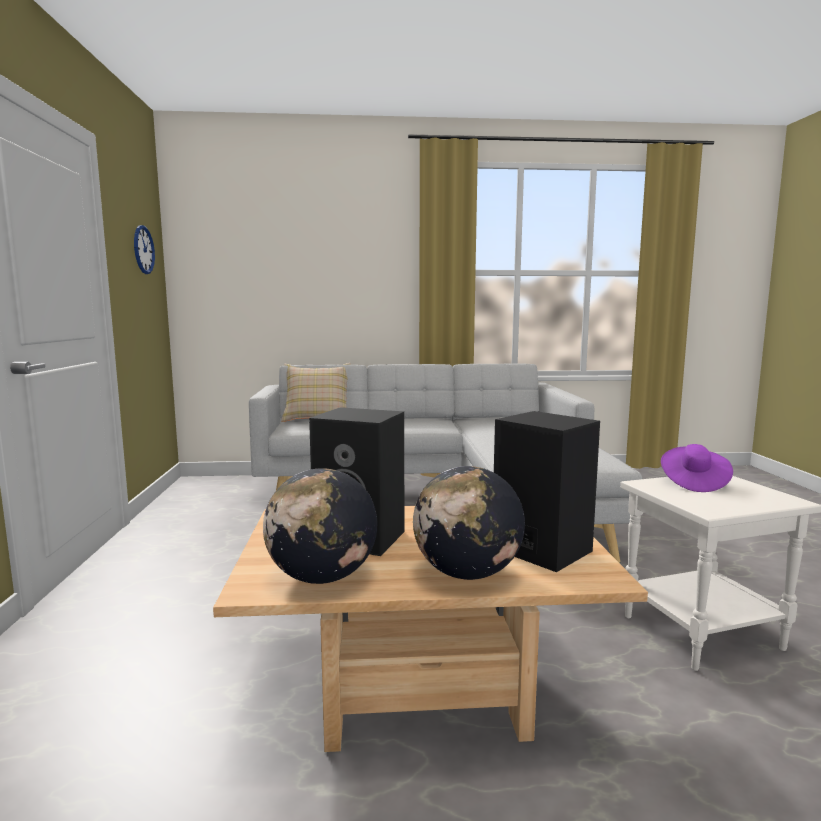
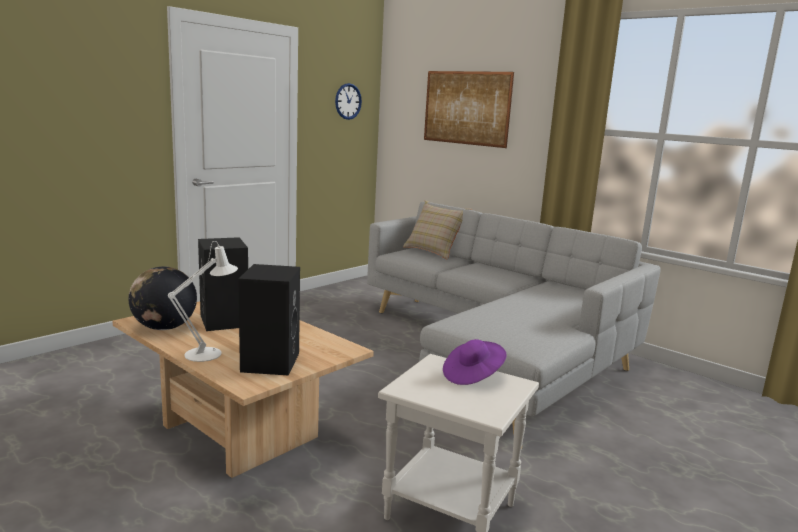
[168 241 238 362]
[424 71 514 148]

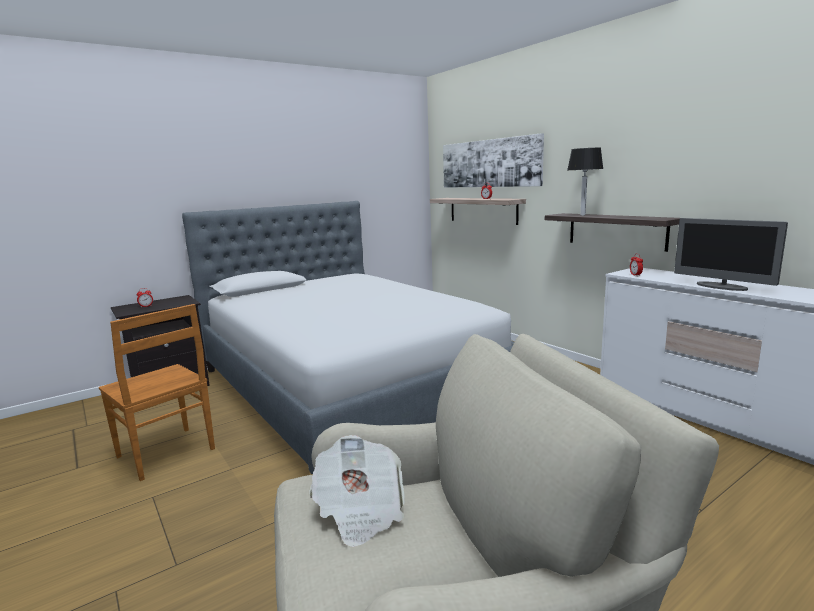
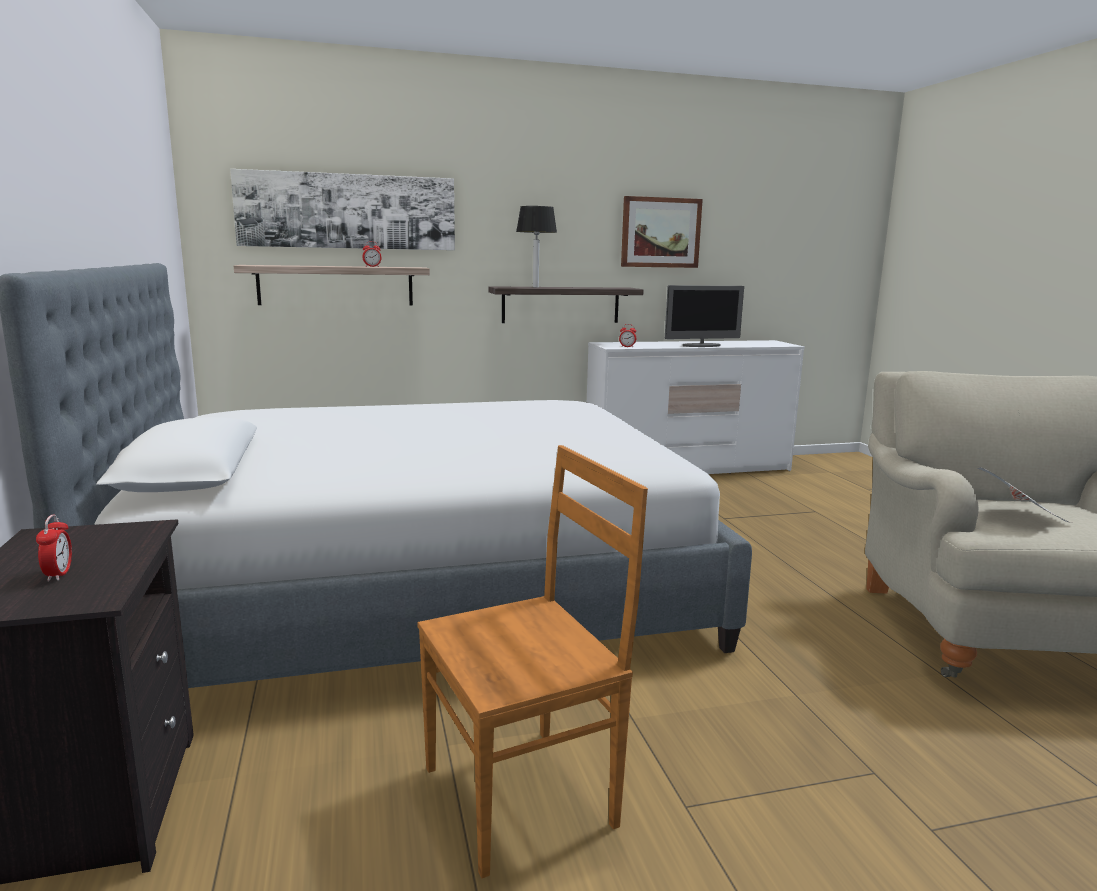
[621 196 703 268]

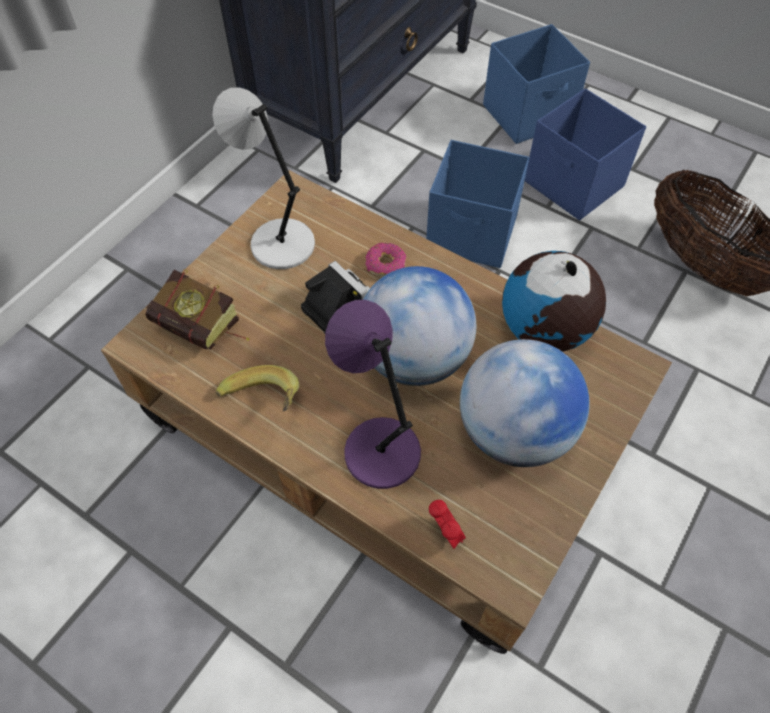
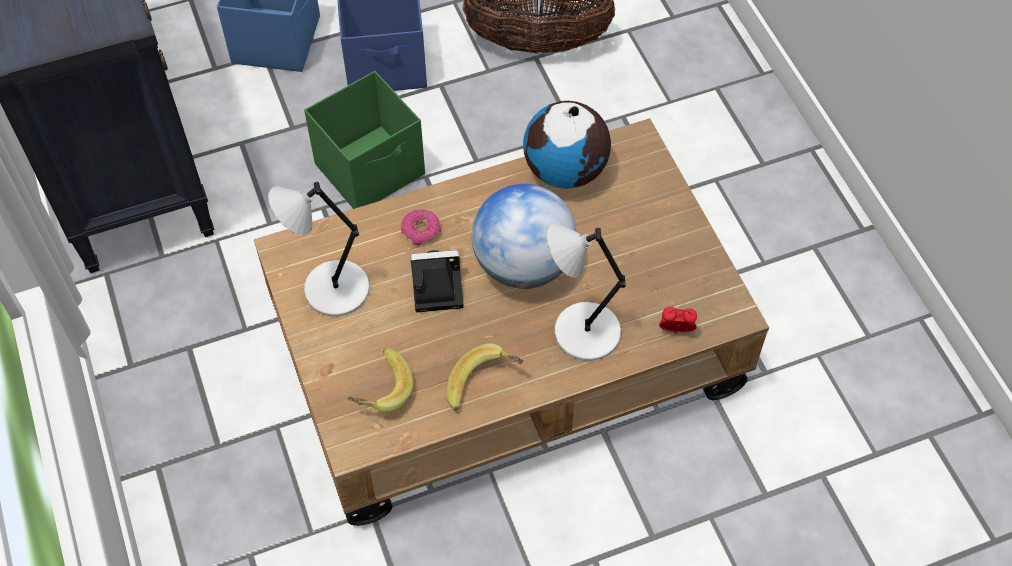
[348 348 413 413]
[547 223 626 361]
[304 71 425 209]
[460 339 590 467] (first image)

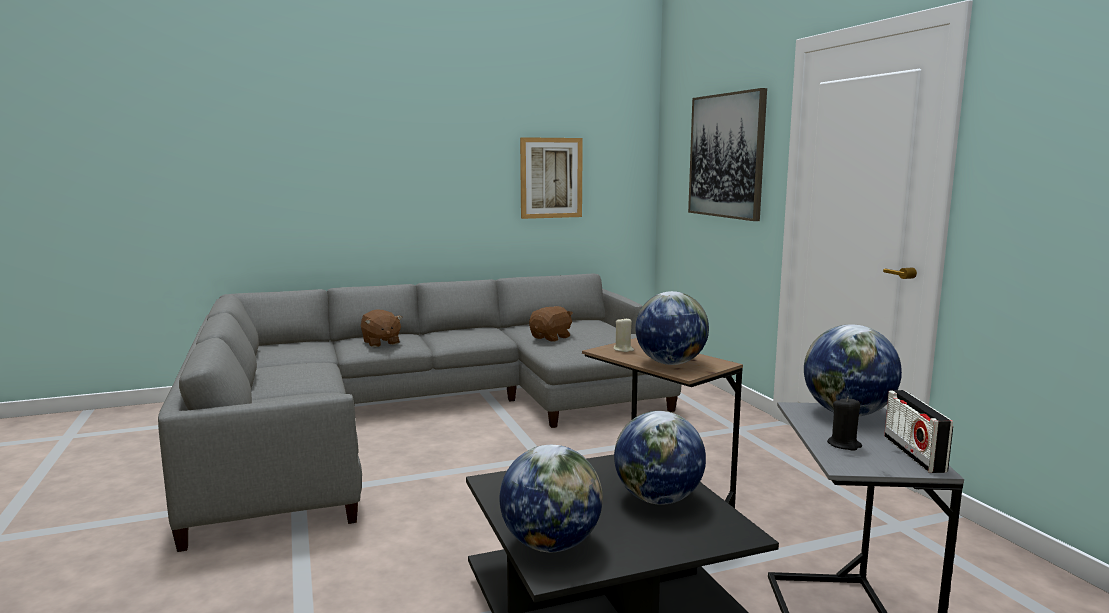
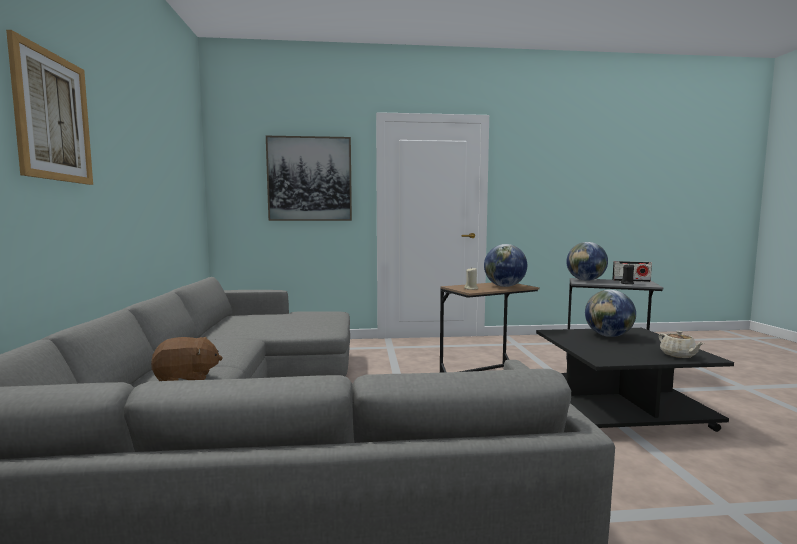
[659 331 704 358]
[6 30 93 185]
[529 306 573 342] (first image)

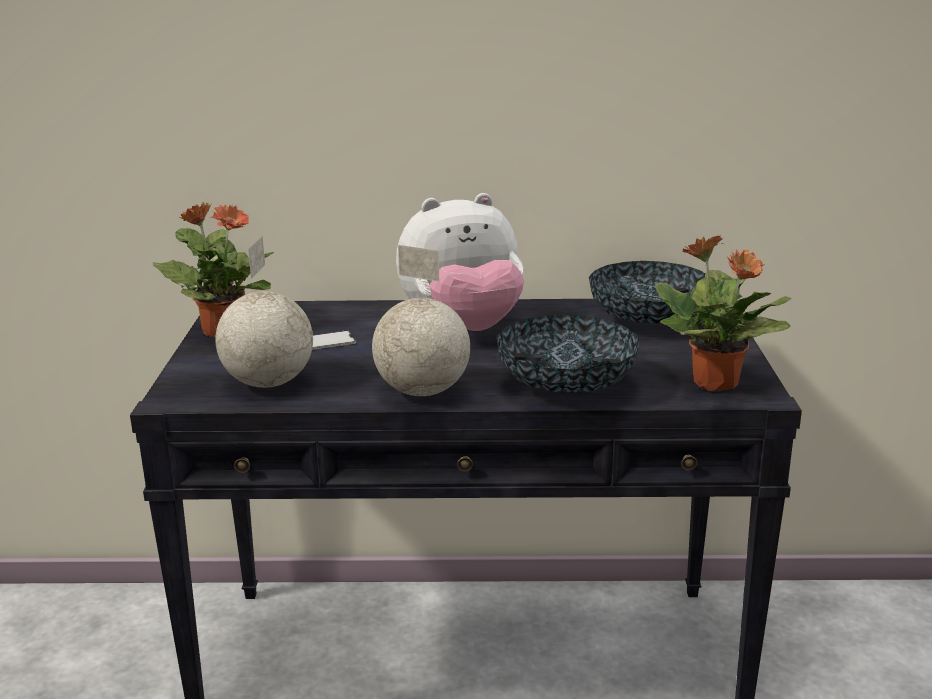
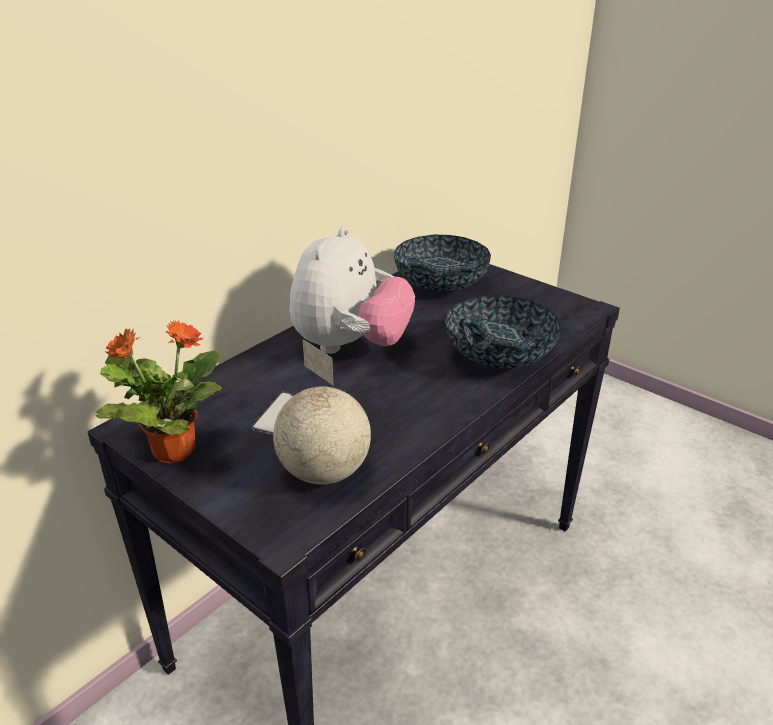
[372 245 470 396] (first image)
[655 236 792 392] (first image)

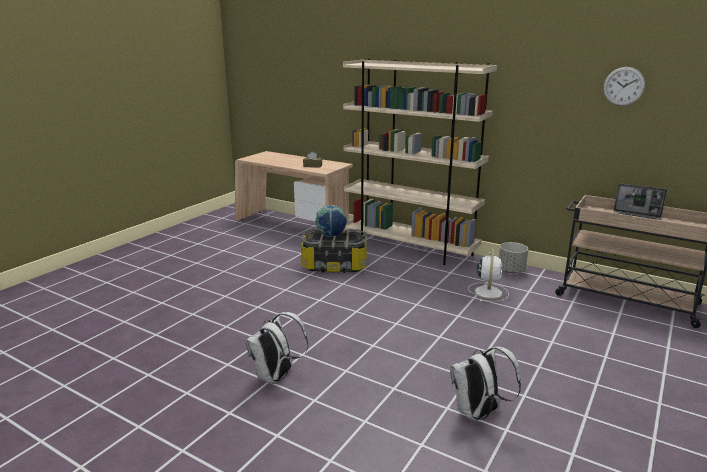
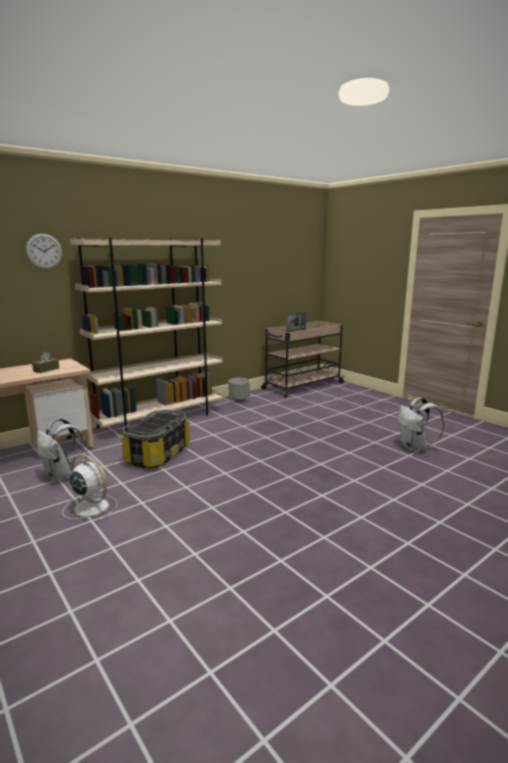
[36 419 87 482]
[315 205 347 237] (first image)
[62 454 117 520]
[26 234 62 269]

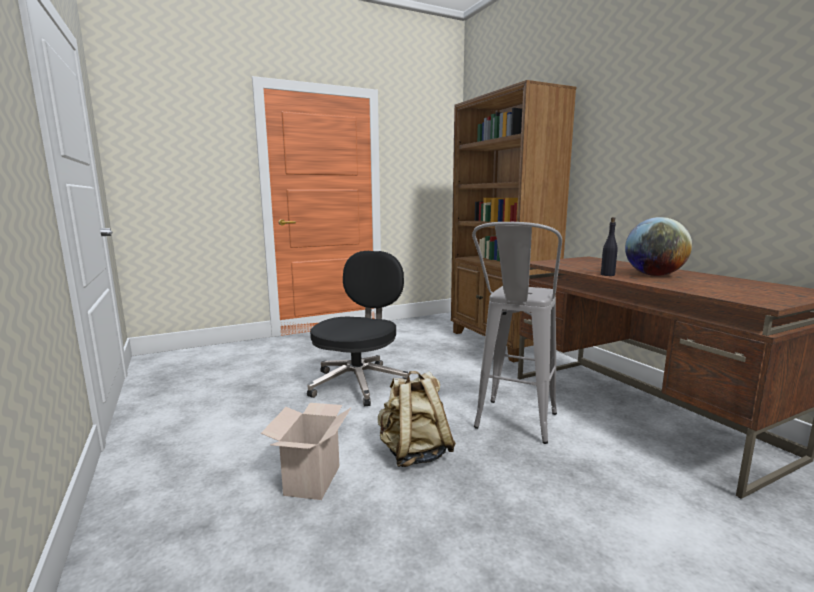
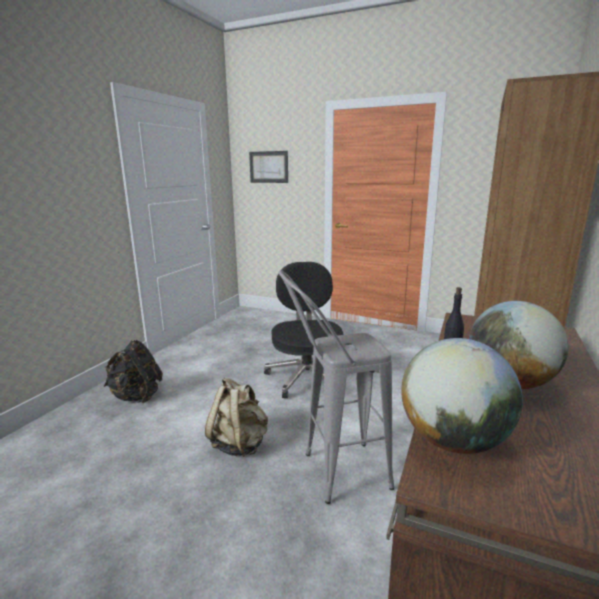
[261 403 351 500] (first image)
[264 262 343 398]
[104 339 163 404]
[249 151 288 183]
[401 338 523 454]

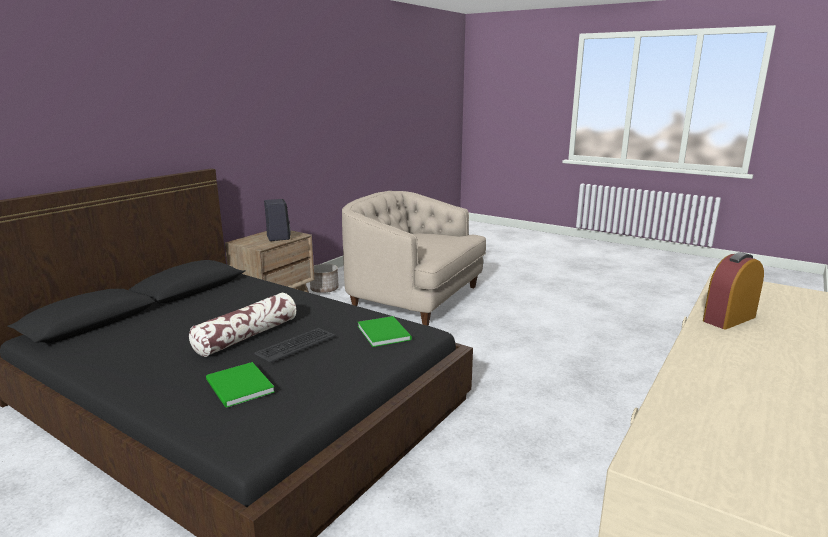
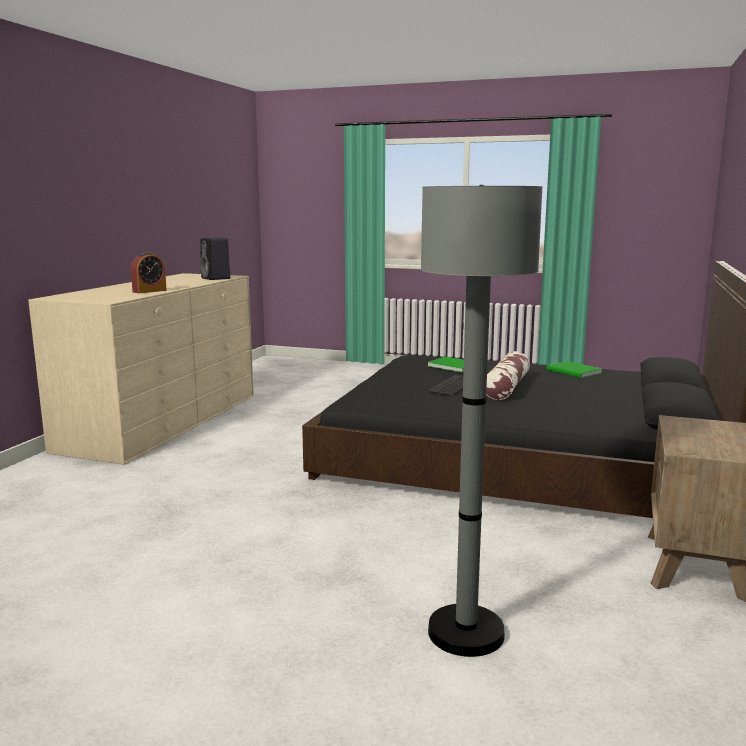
[200 237 230 280]
[310 264 339 293] (first image)
[421 185 543 657]
[546 361 602 378]

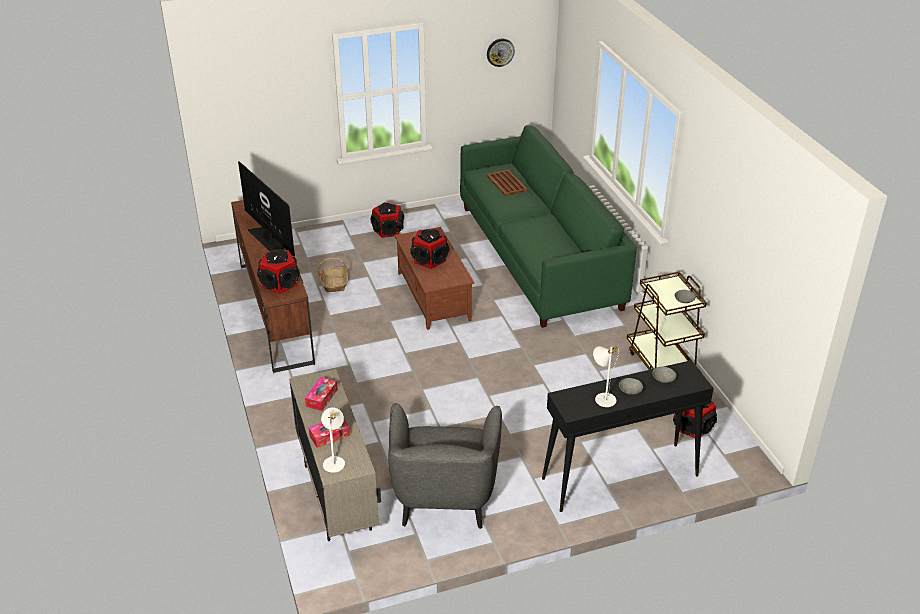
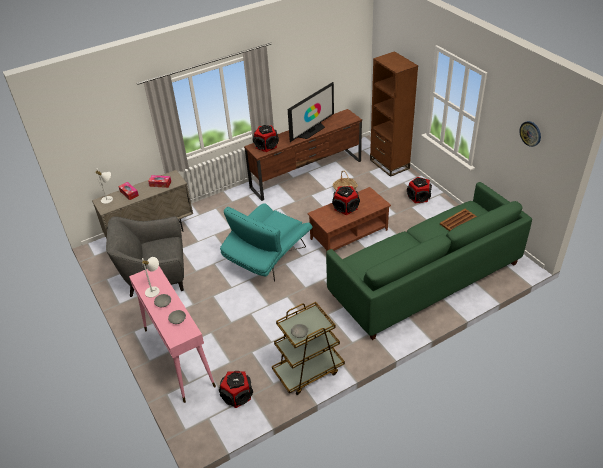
[129 266 216 403]
[220 204 313 282]
[370 51 418 177]

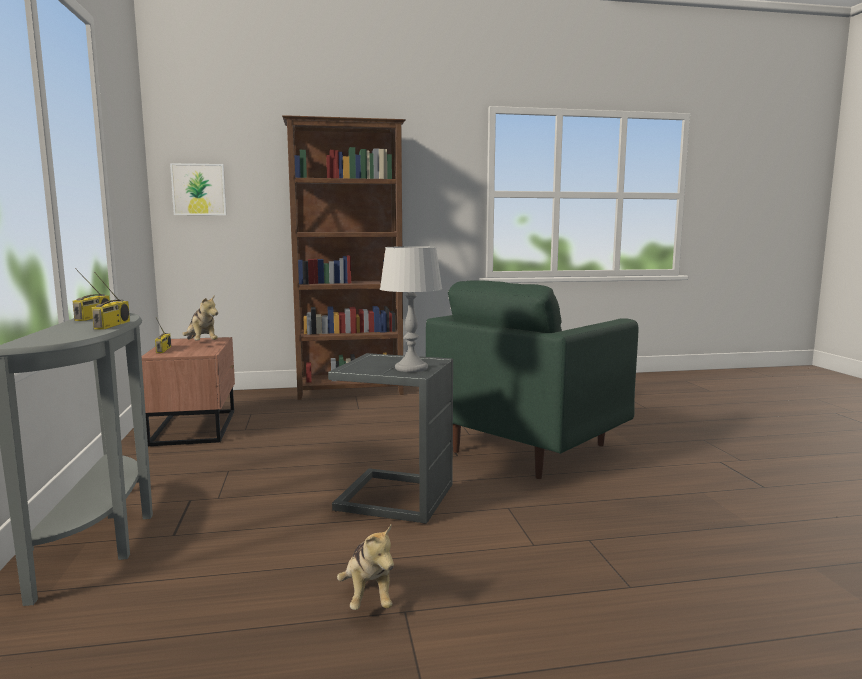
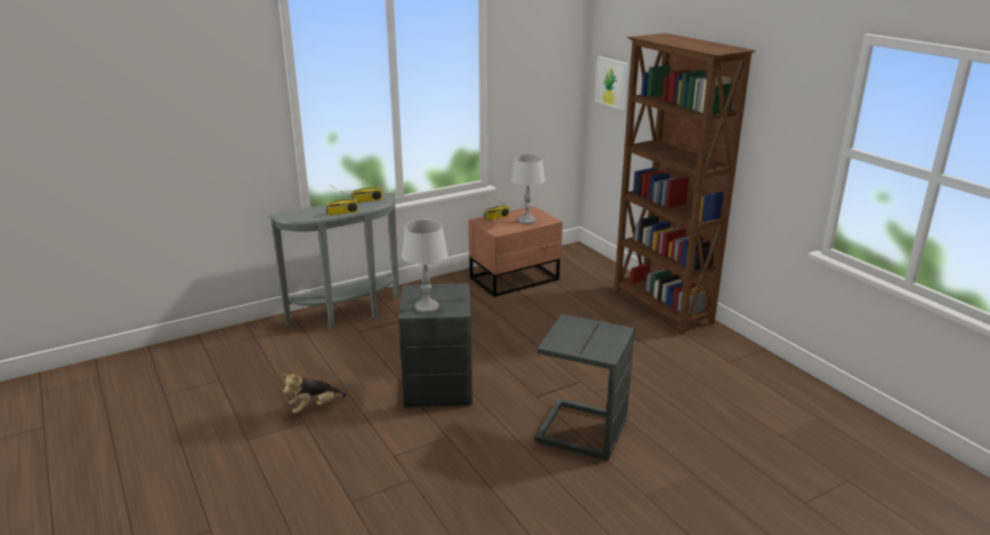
[511 154 545 224]
[535 314 635 460]

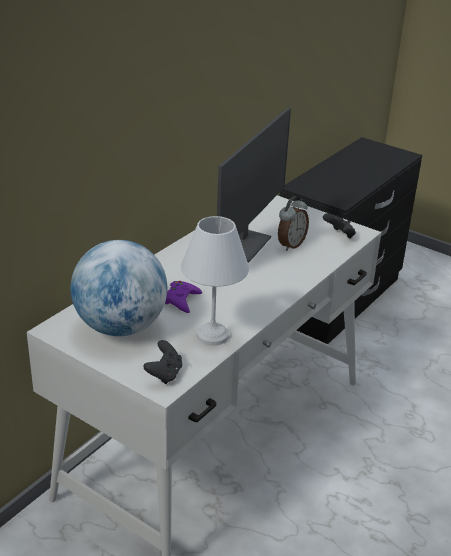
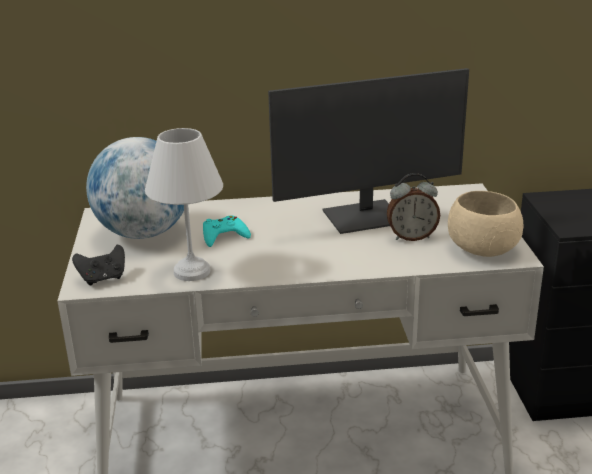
[203 216 251 247]
[448 191 523 257]

